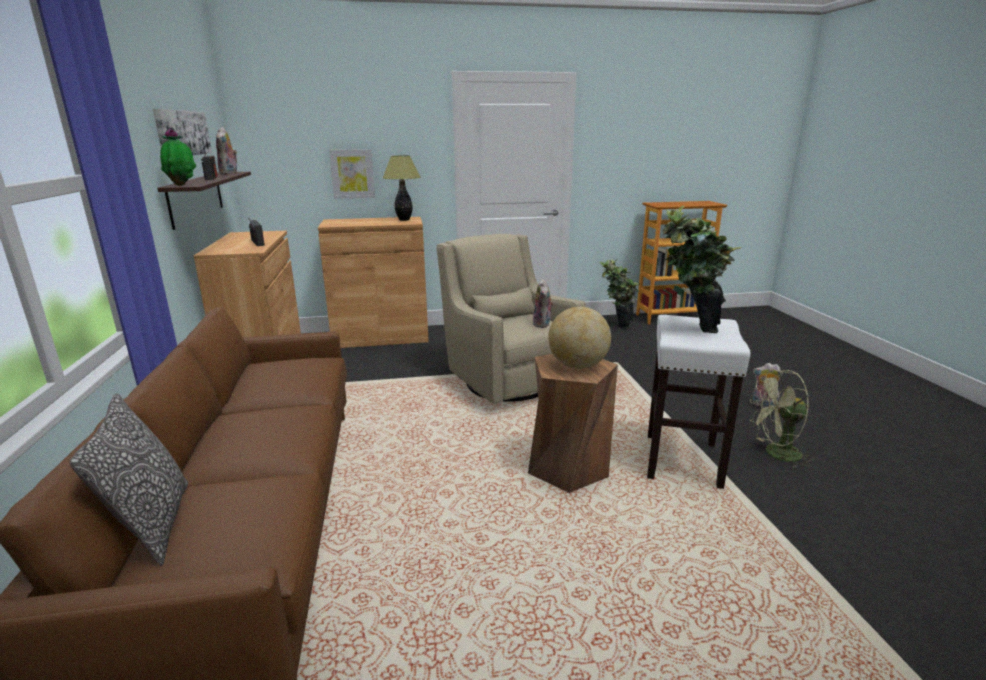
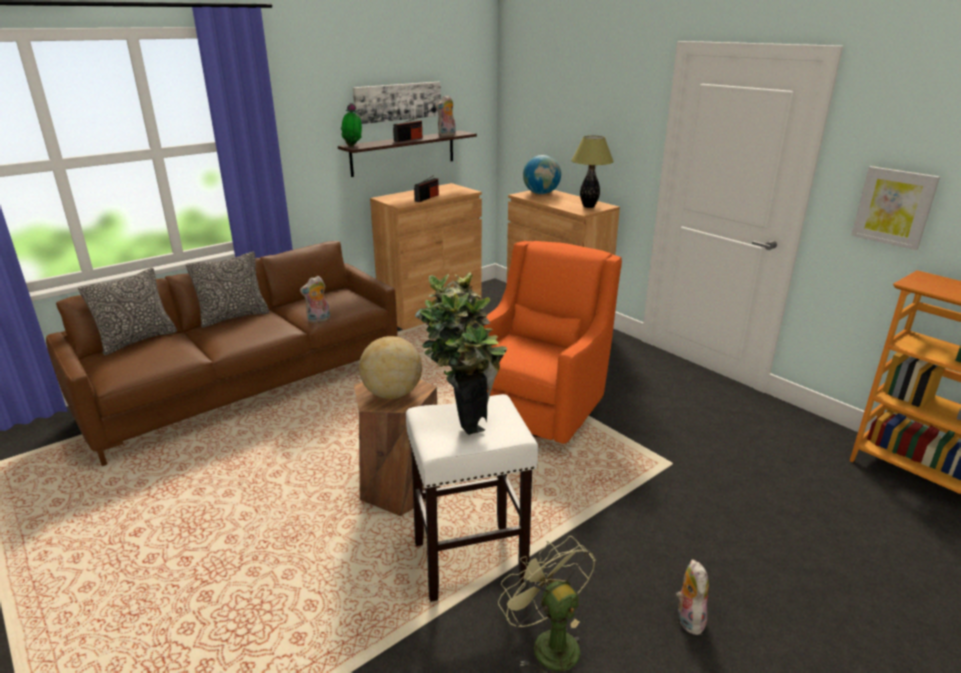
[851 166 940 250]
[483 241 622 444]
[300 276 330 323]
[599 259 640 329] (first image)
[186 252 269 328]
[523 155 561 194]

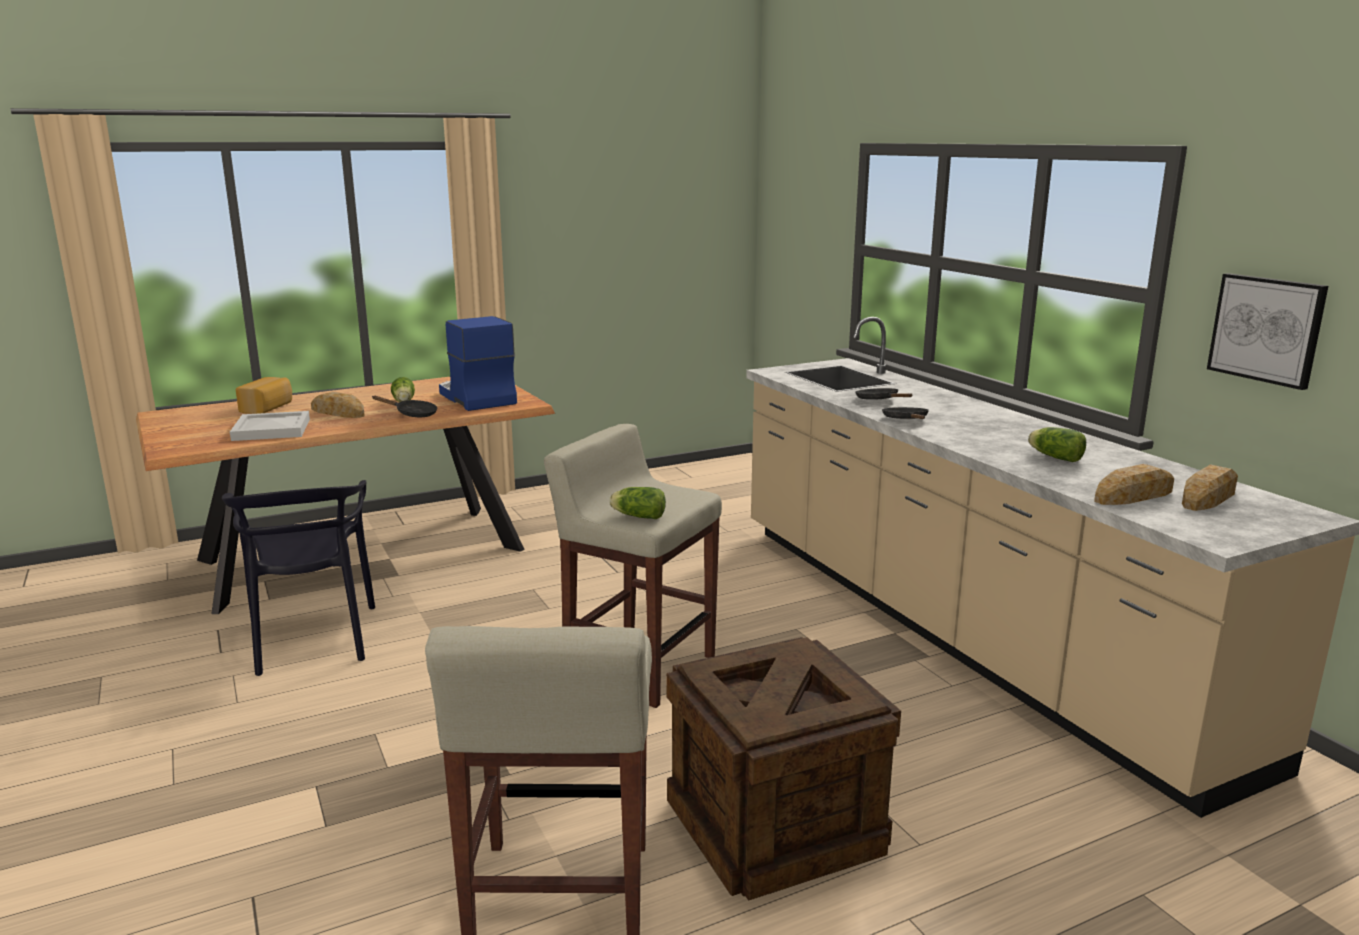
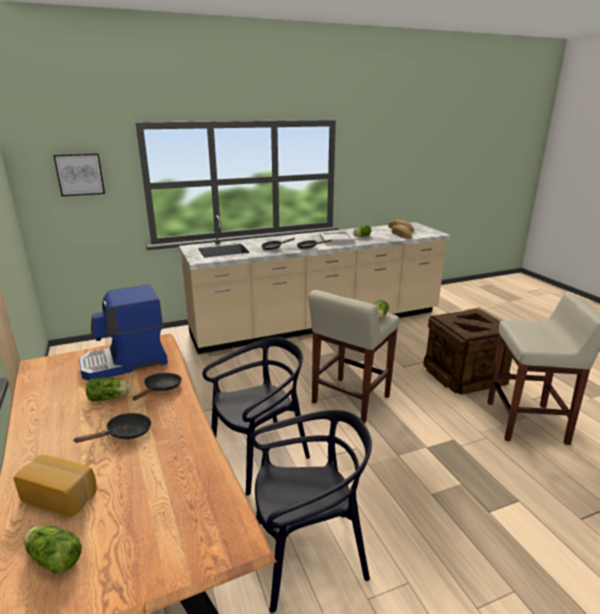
[320 231 355 244]
[74 413 151 443]
[53 153 105 196]
[23 525 82 574]
[203 337 310 495]

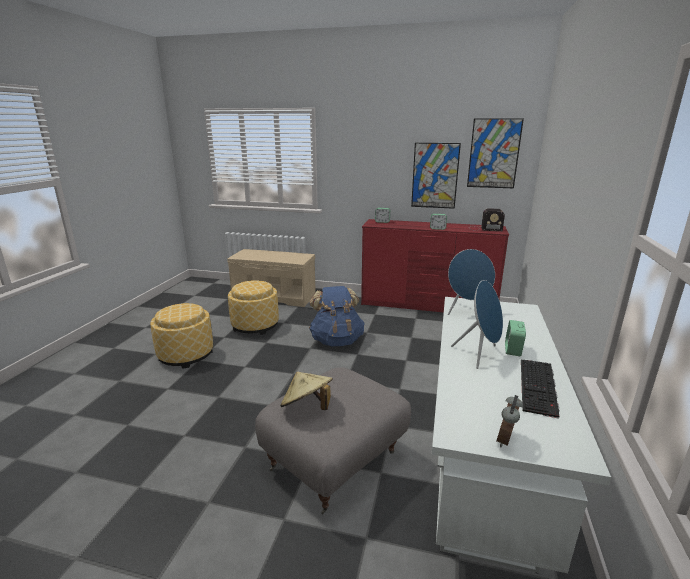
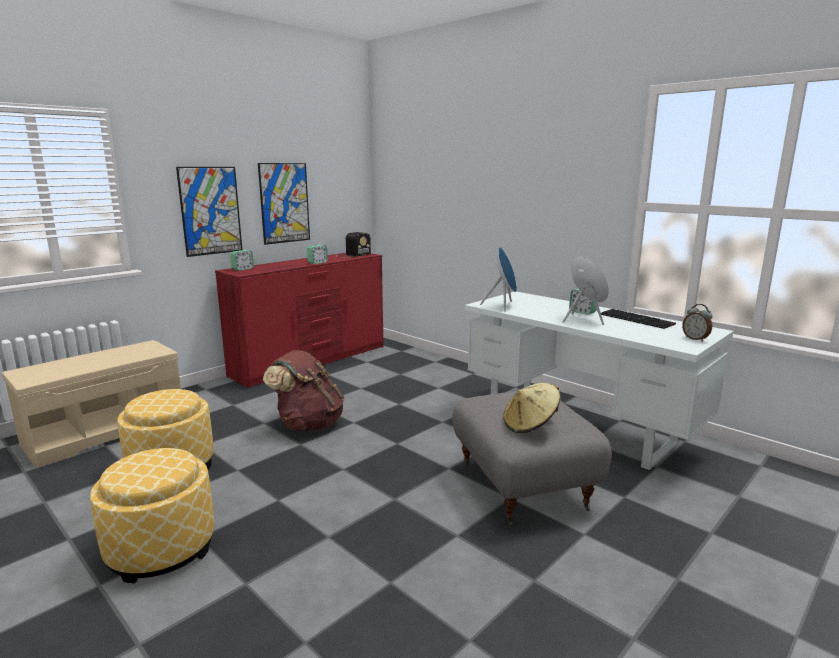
[263 350 344 431]
[176 167 242 257]

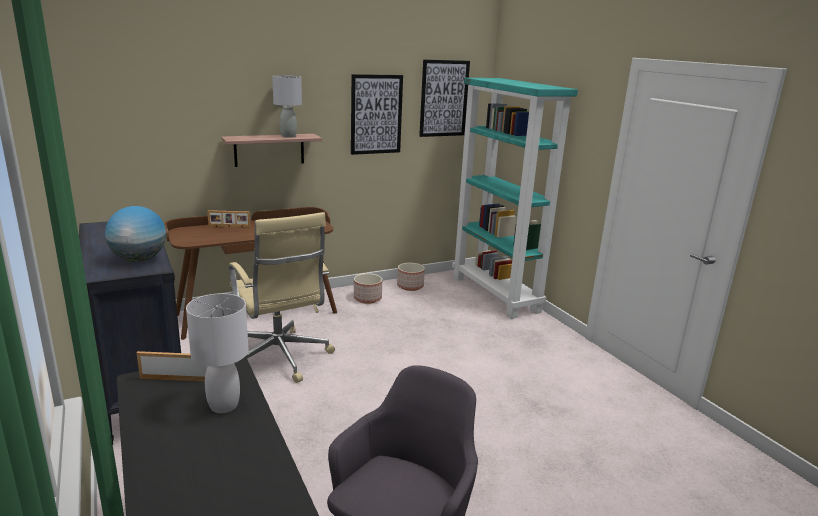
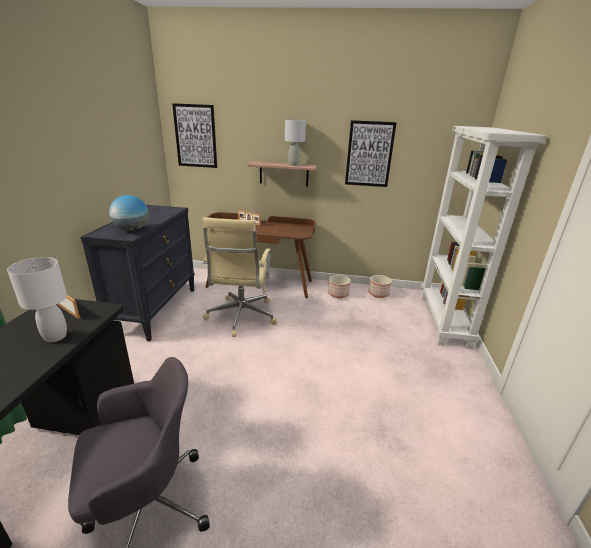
[172 103 217 168]
[421 126 546 349]

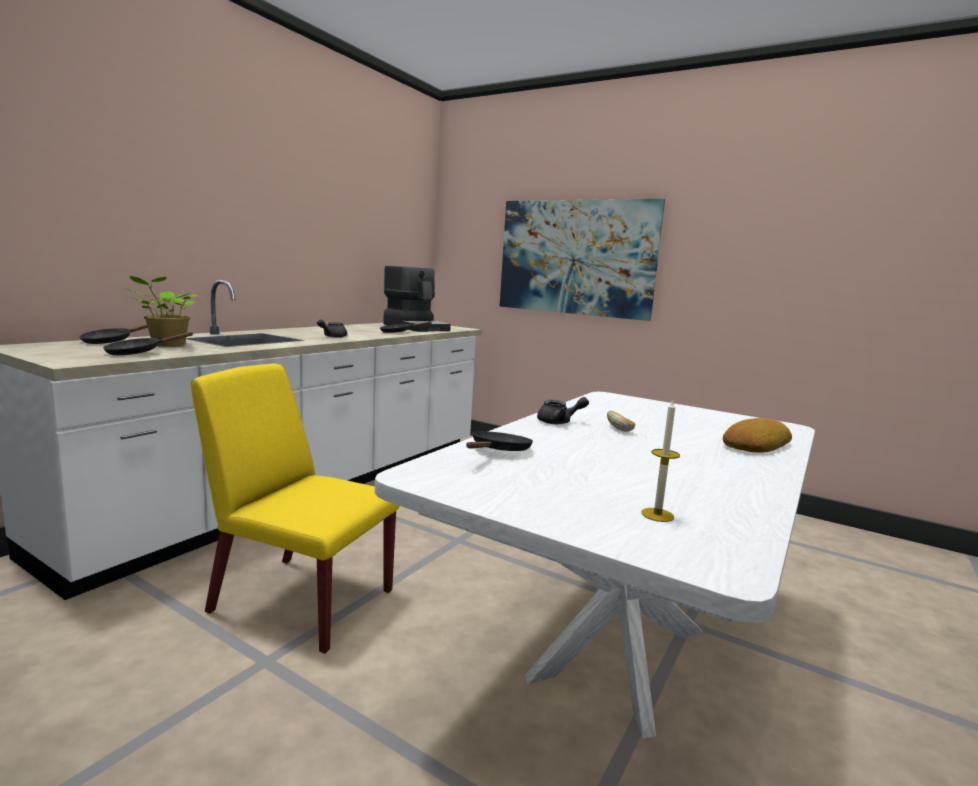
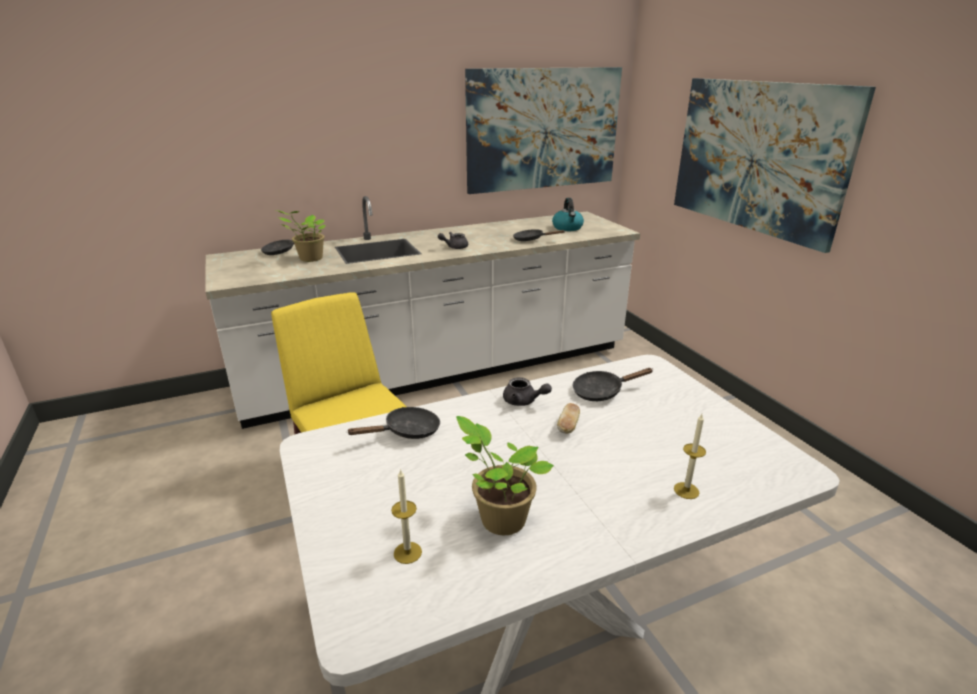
[572 368 653 401]
[552 198 584 231]
[674 414 706 499]
[456 416 554 535]
[465 67 622 194]

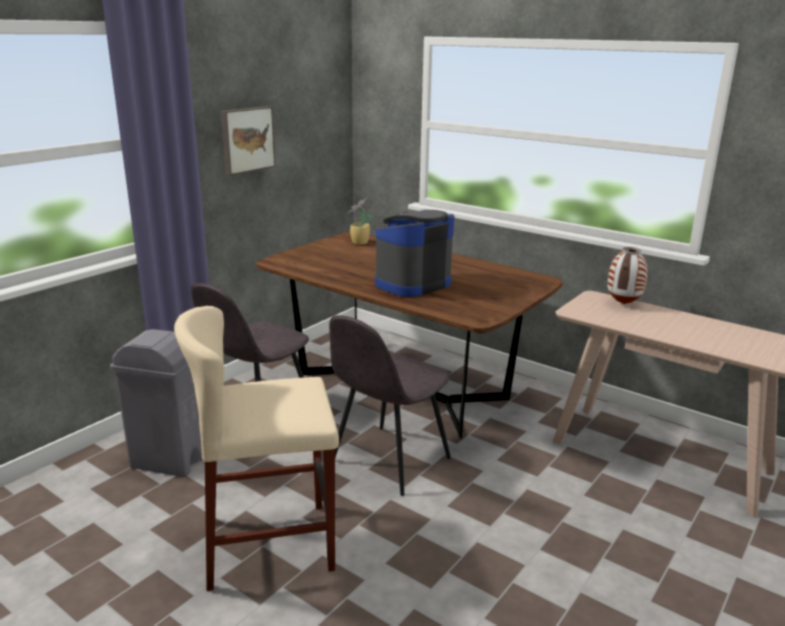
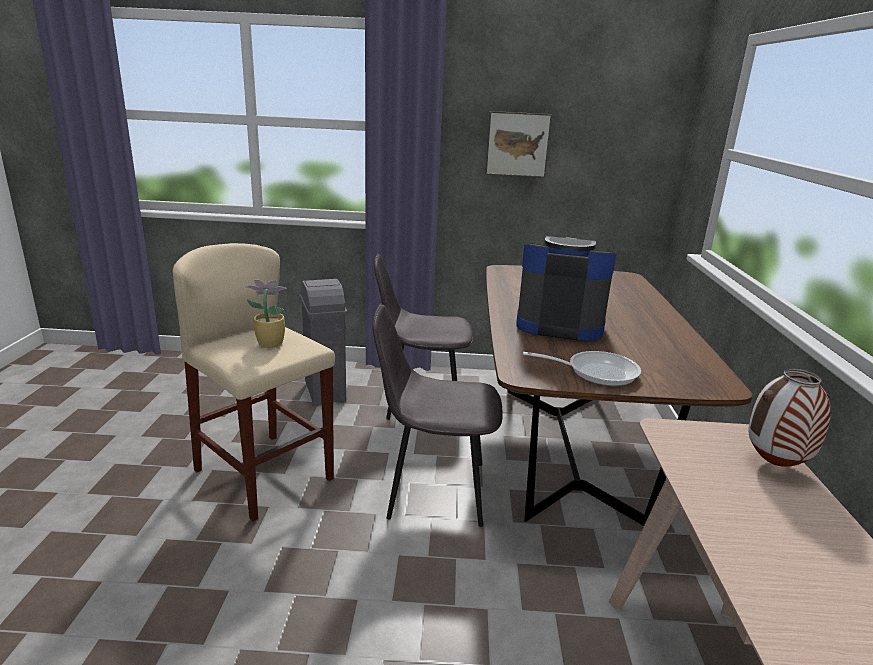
[245 279 287 348]
[523 351 641 386]

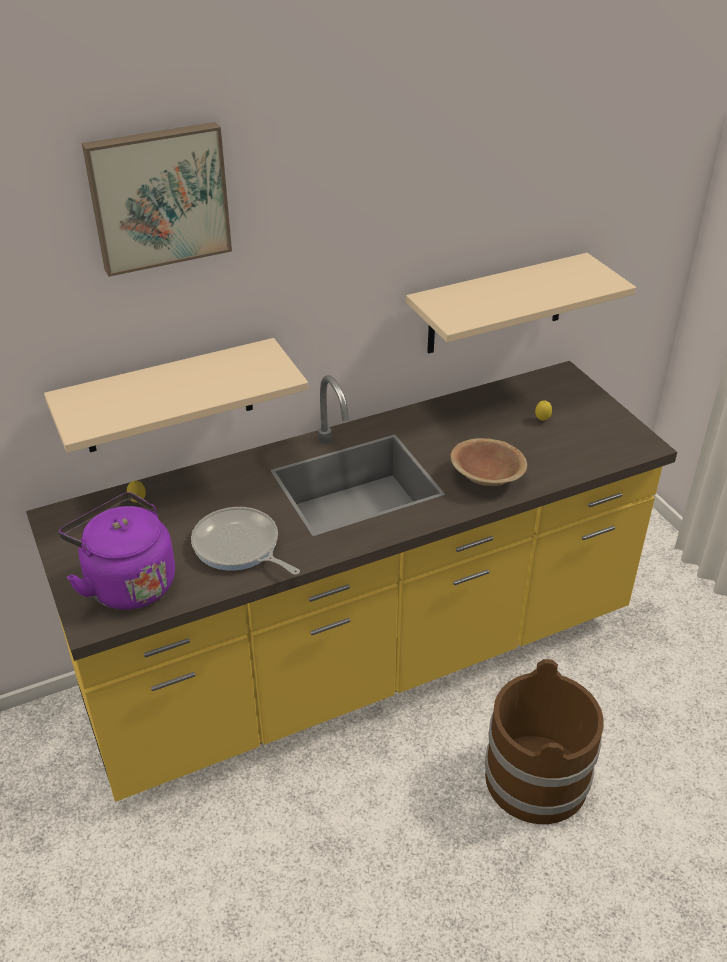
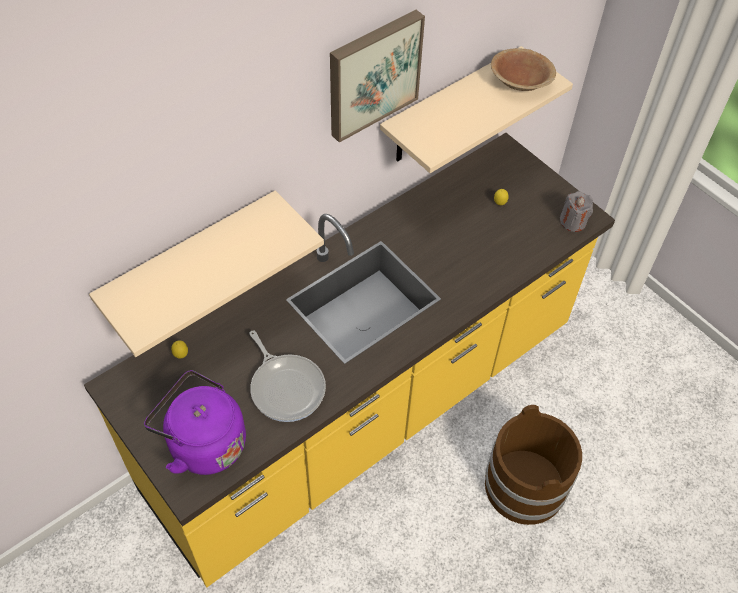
[330 10 425 143]
[249 330 326 422]
[491 48 556 91]
[560 191 593 232]

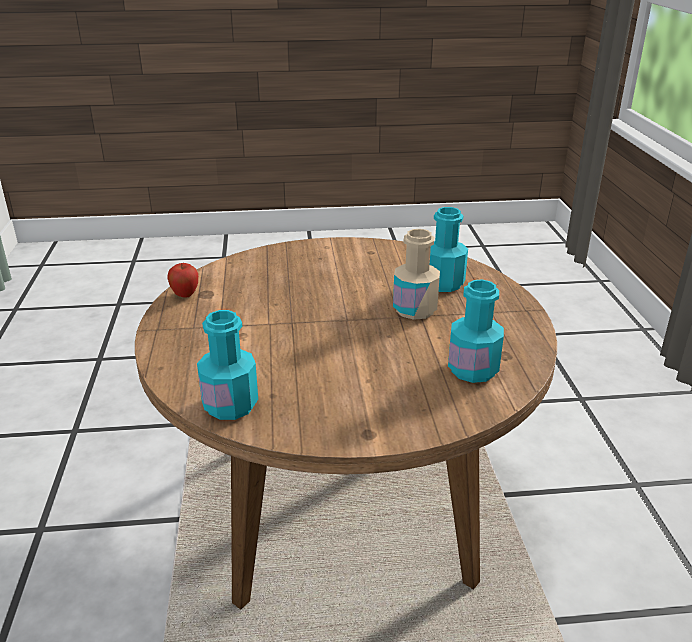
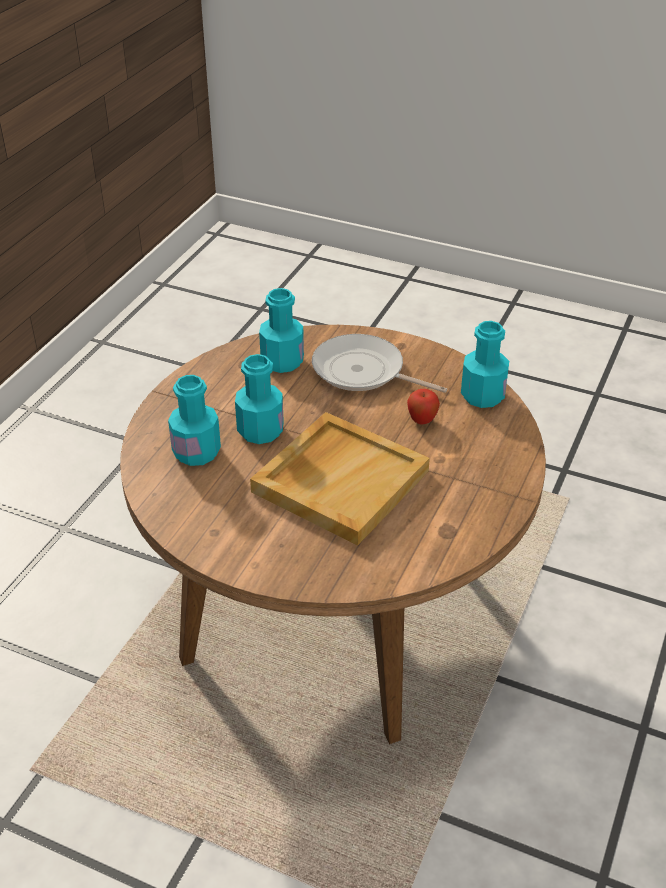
[407 389 440 424]
[235 354 284 444]
[250 412 430 545]
[312 334 447 393]

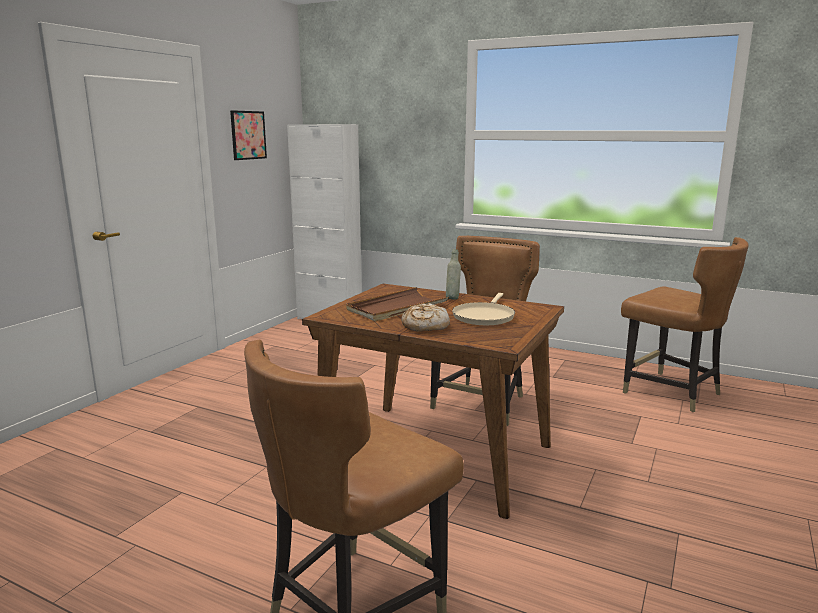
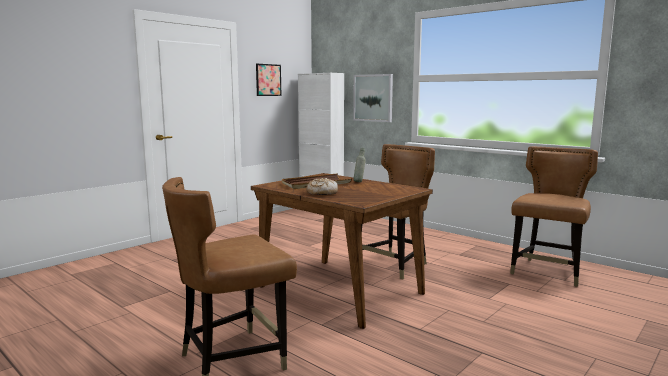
[452 293 515 325] (first image)
[510 146 598 287]
[353 74 393 122]

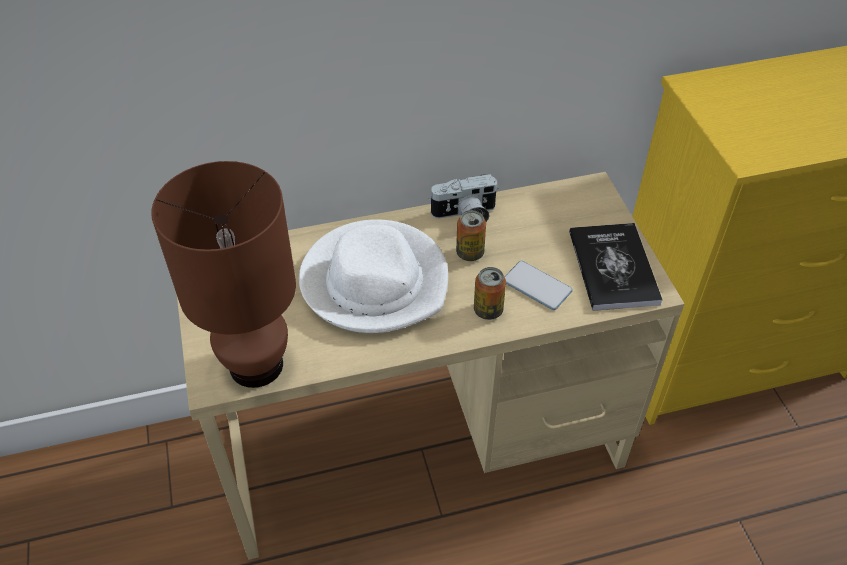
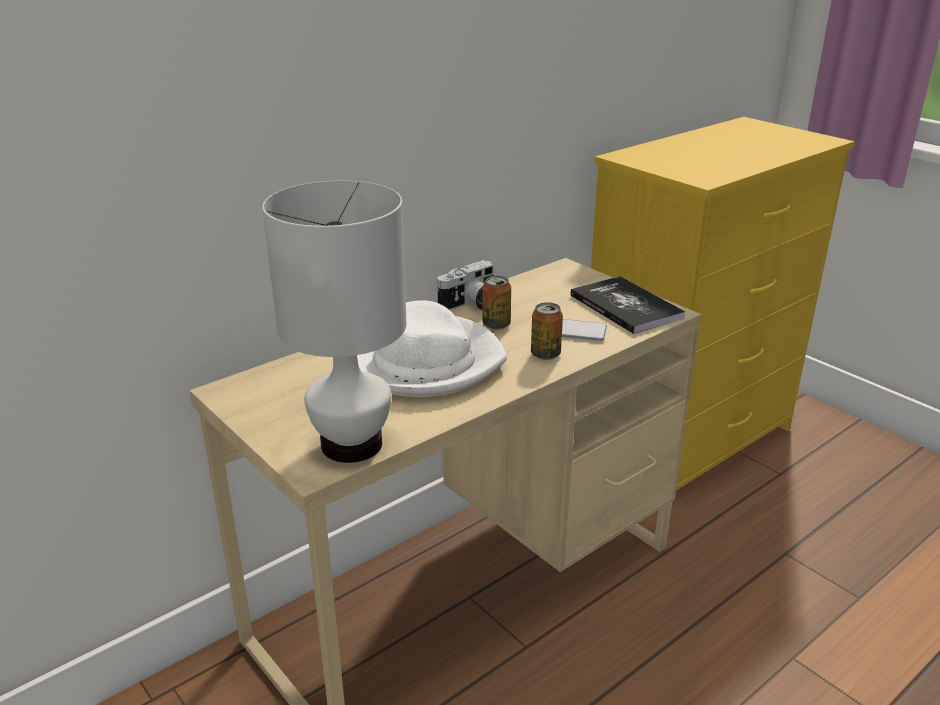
[262 181 406 463]

